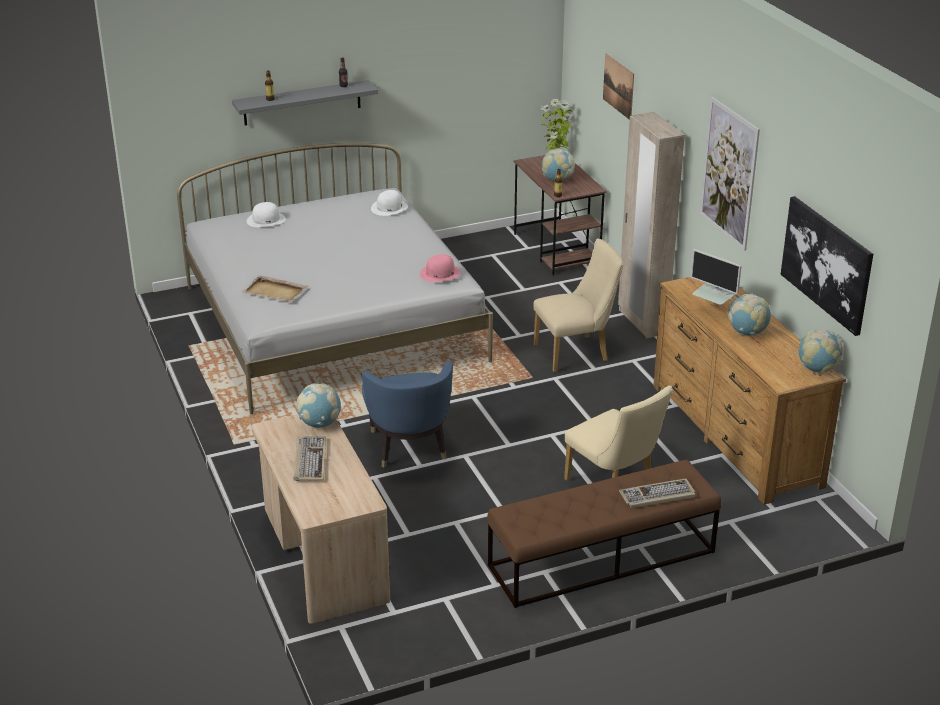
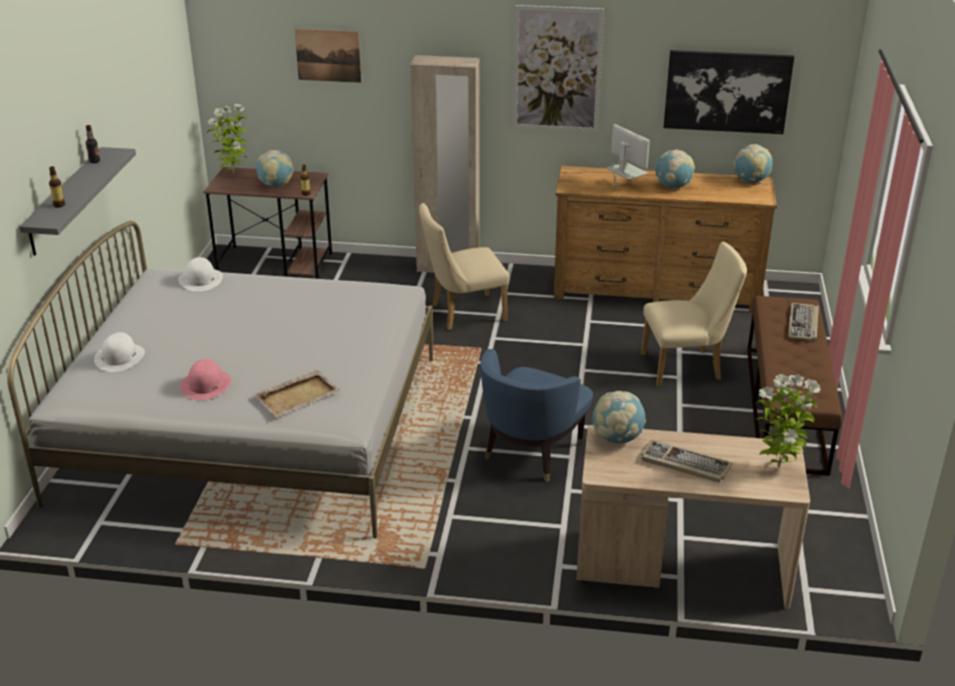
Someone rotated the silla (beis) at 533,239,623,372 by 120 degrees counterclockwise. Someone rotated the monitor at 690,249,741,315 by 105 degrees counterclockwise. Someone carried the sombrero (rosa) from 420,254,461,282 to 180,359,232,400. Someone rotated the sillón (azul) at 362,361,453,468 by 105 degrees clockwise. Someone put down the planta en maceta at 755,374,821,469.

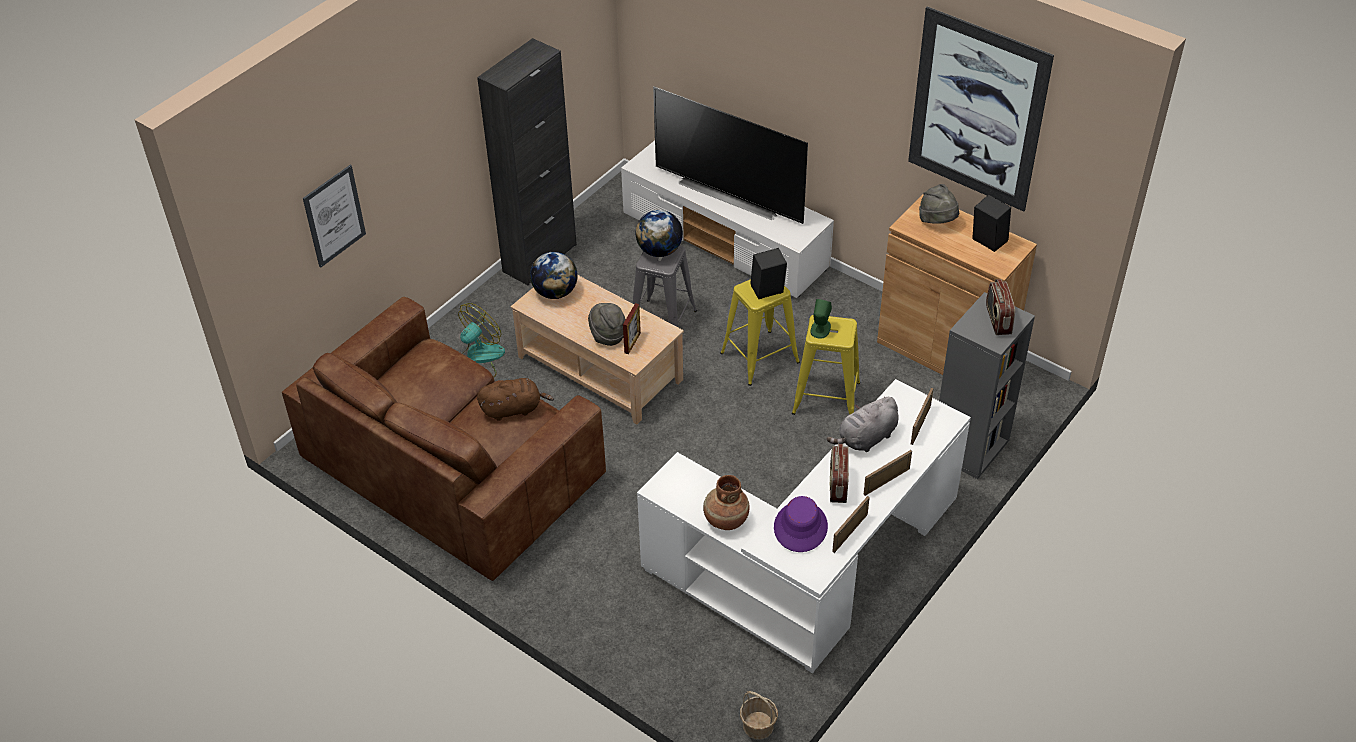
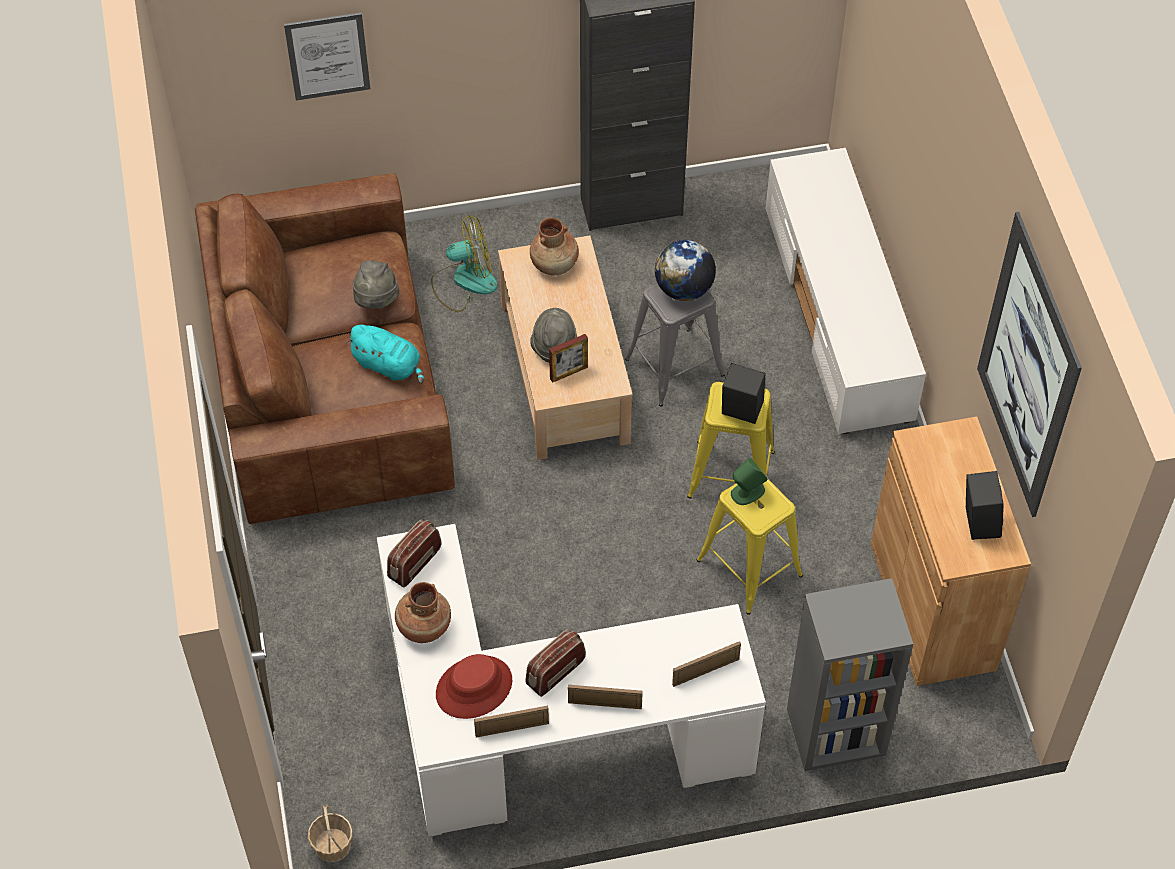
Someone took away the televisor at 653,86,808,224. Someone carried the sombrero (gris) from 919,184,959,224 to 353,261,399,309. Someone swapped the globo terráqueo at 530,252,578,299 for the florero (marrón) at 530,218,579,275. Someone carried the radio from 986,279,1015,335 to 387,519,441,587. Someone repainted the peluche (marrón) at 477,378,554,421, which became the peluche (turquesa) at 346,325,424,384. Someone took away the peluche (gris) at 827,397,899,452. Someone repainted the sombrero (morado) at 774,496,828,552, which became the sombrero (rojo) at 436,654,512,719.

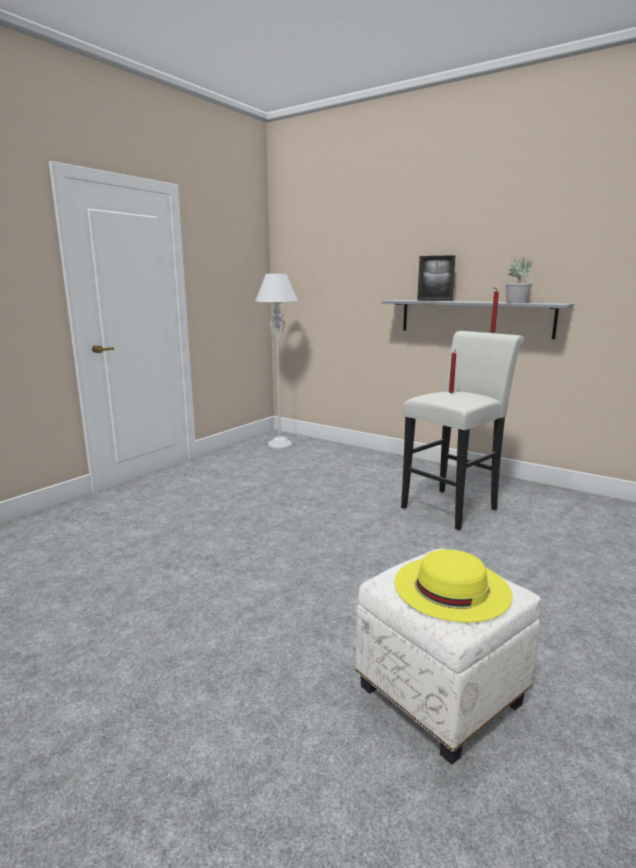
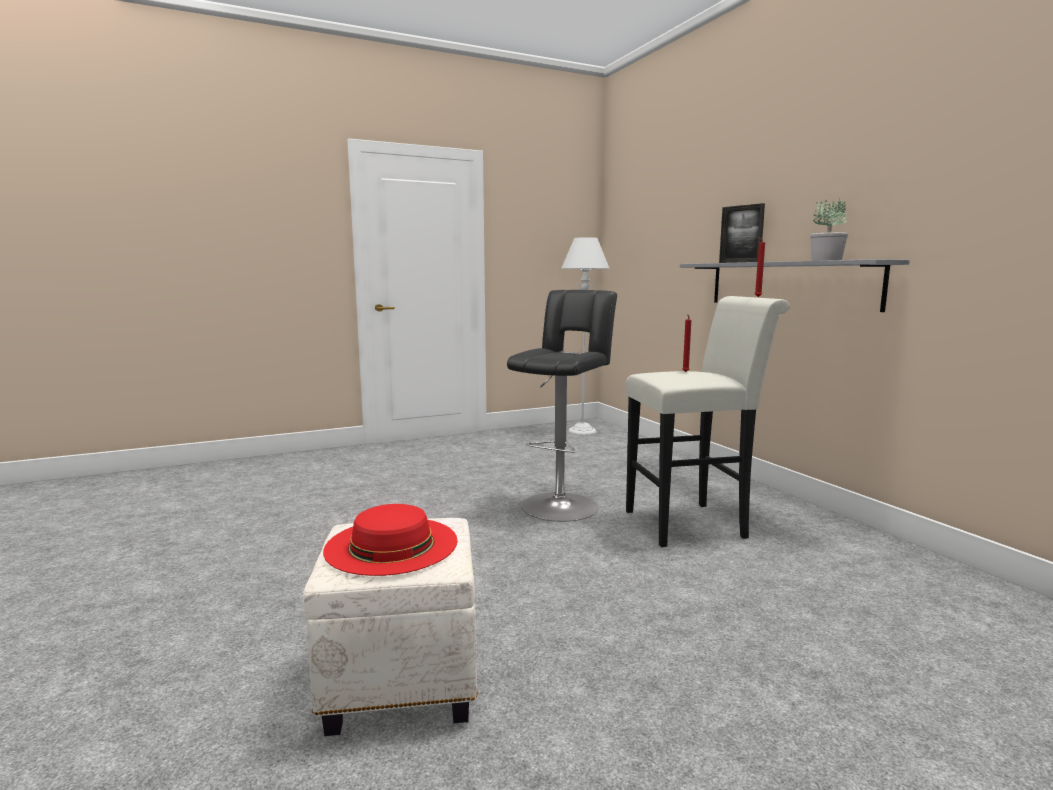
Someone repainted the sombrero (amarillo) at 394,549,513,623, which became the sombrero (rojo) at 323,504,458,576. Someone put down the taburete (negro) at 507,290,617,522.

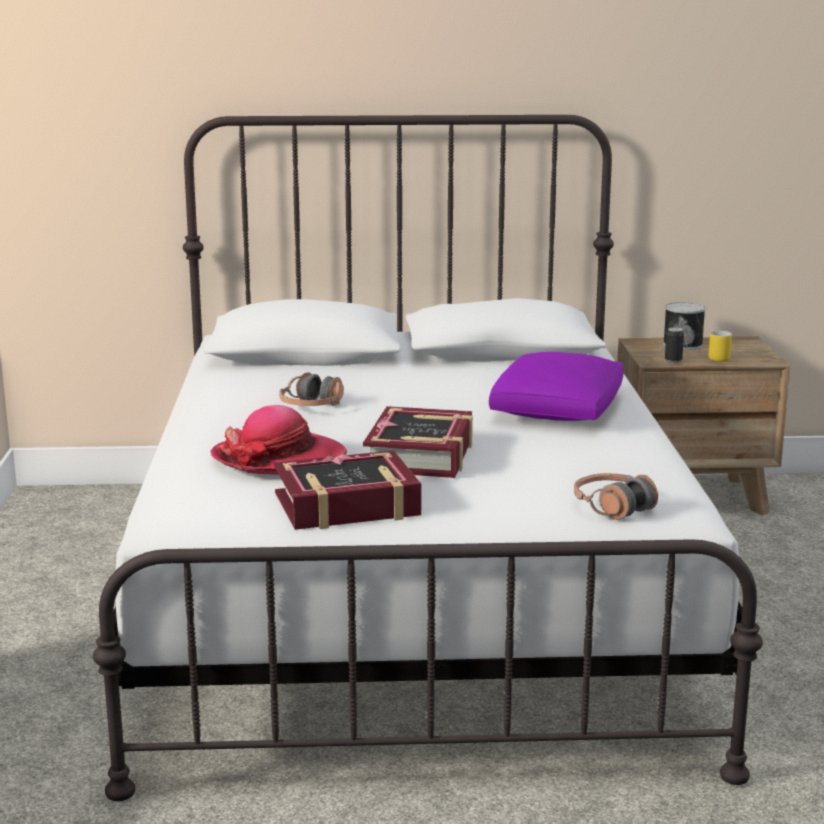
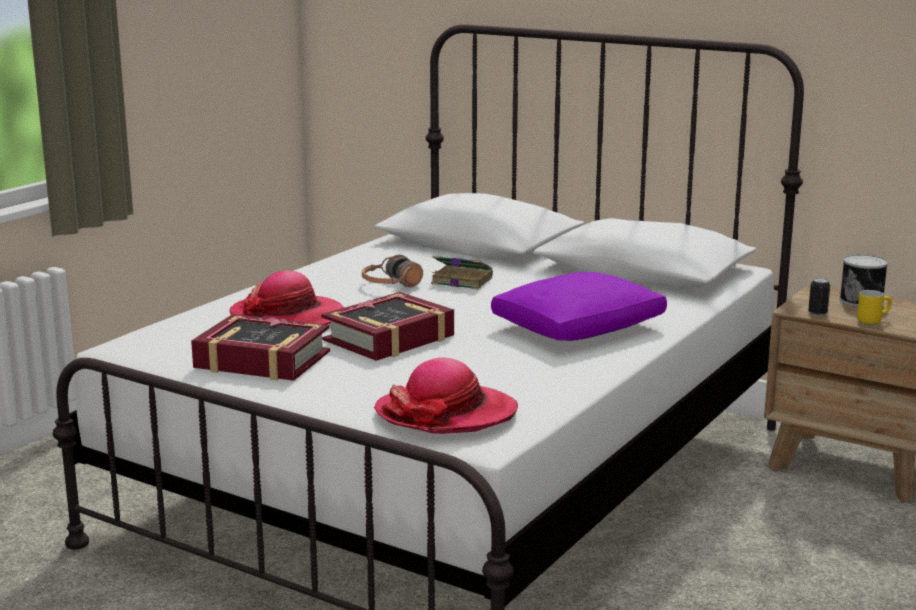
Someone swapped the auriculares at 574,473,658,520 for the sombrero at 374,358,518,434. Someone put down the libro at 431,256,493,289.

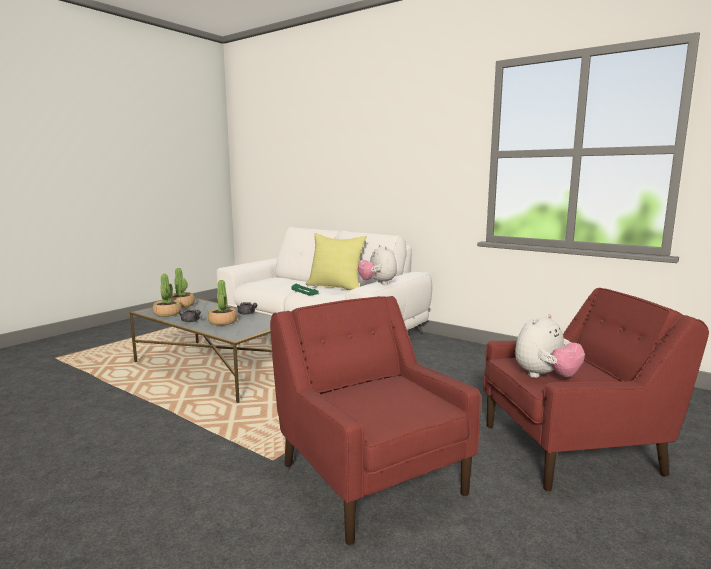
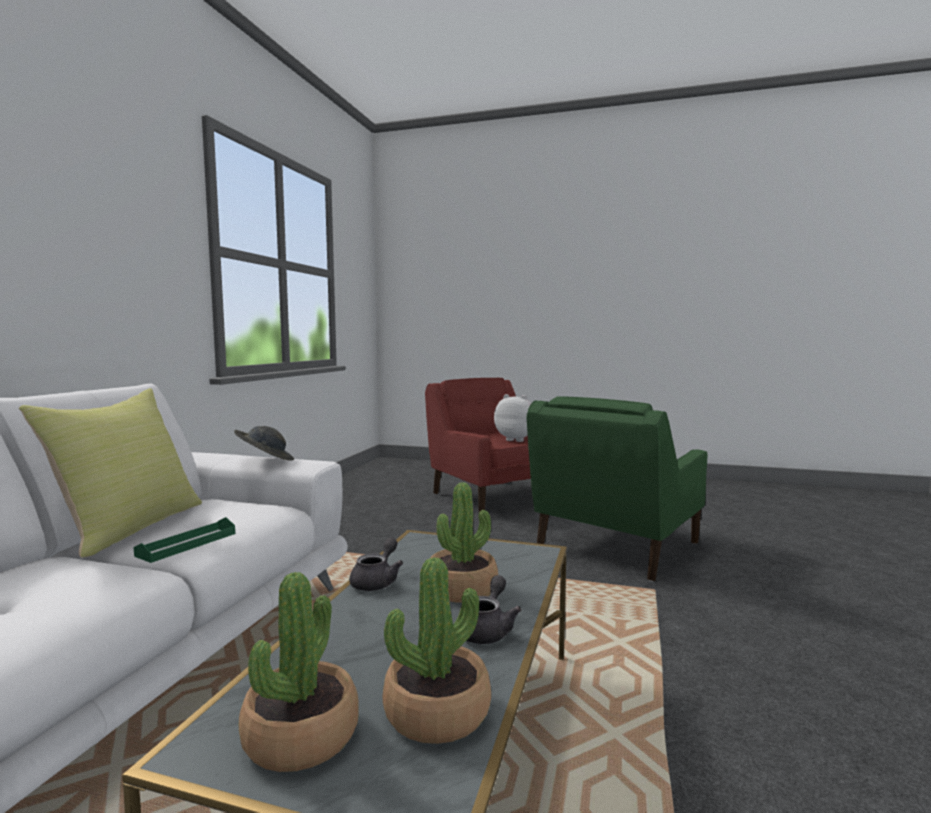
Someone swapped the peluche at 358,245,397,285 for the sombrero (gris) at 234,426,294,461. Someone repainted the sillón (rojo) at 270,296,481,545, which became the sillón (verde) at 527,396,707,582.

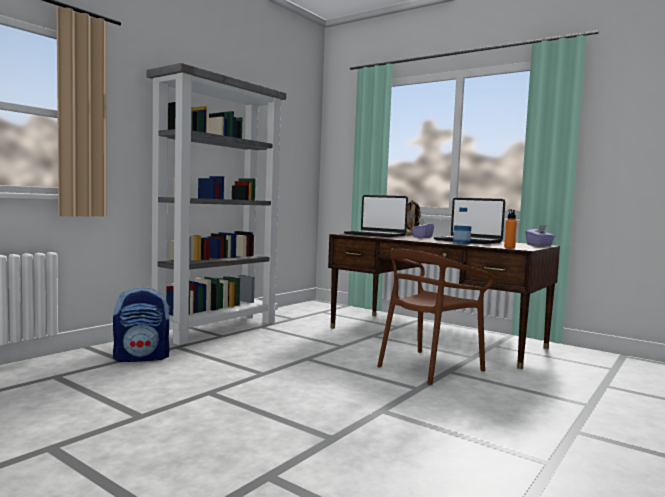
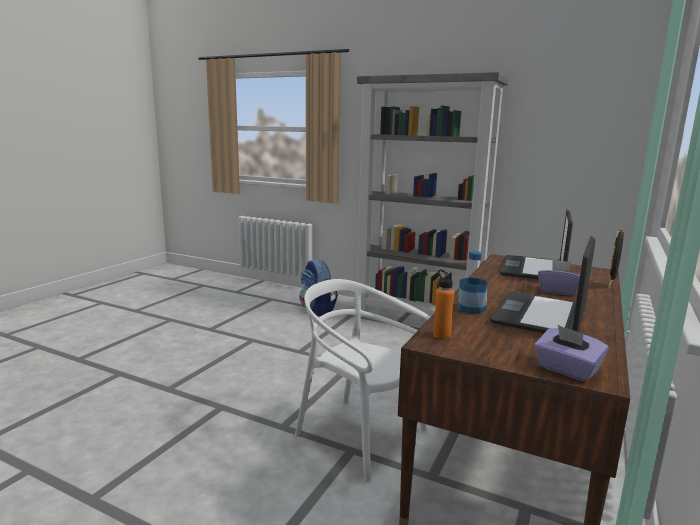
Someone repainted the silla (marrón) at 377,248,494,385, which became the silla (blanco) at 295,279,430,482.

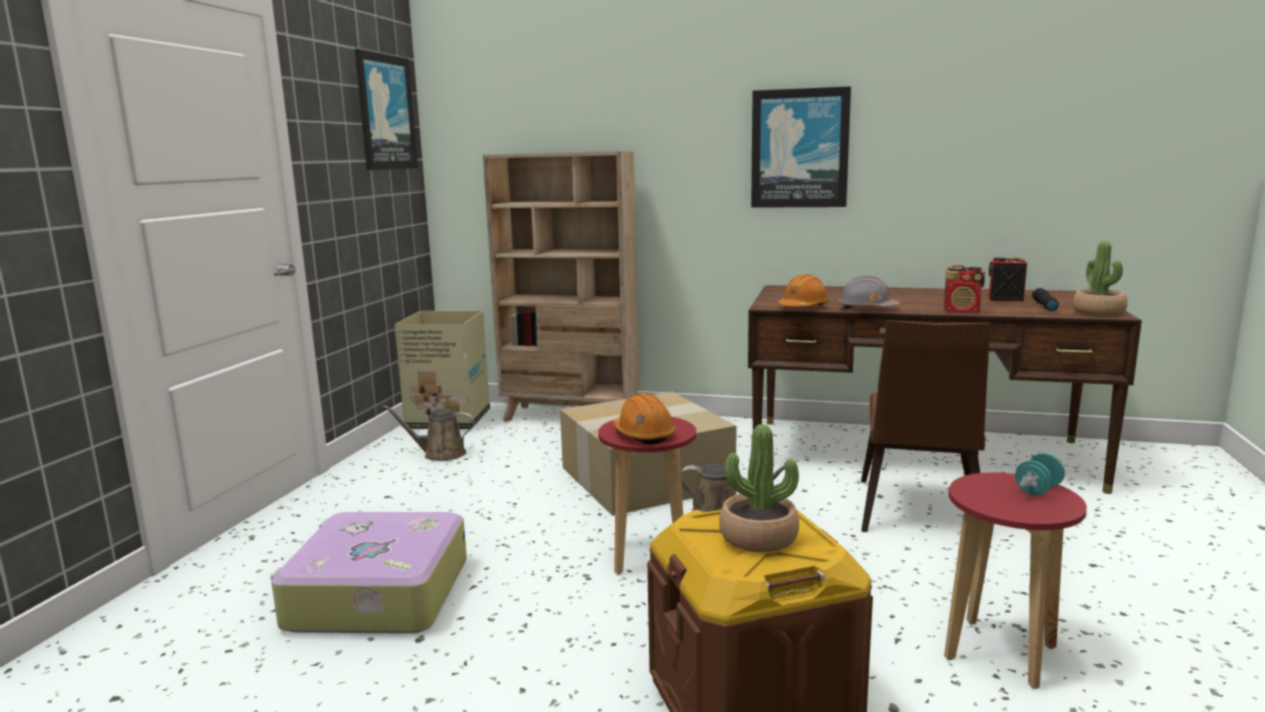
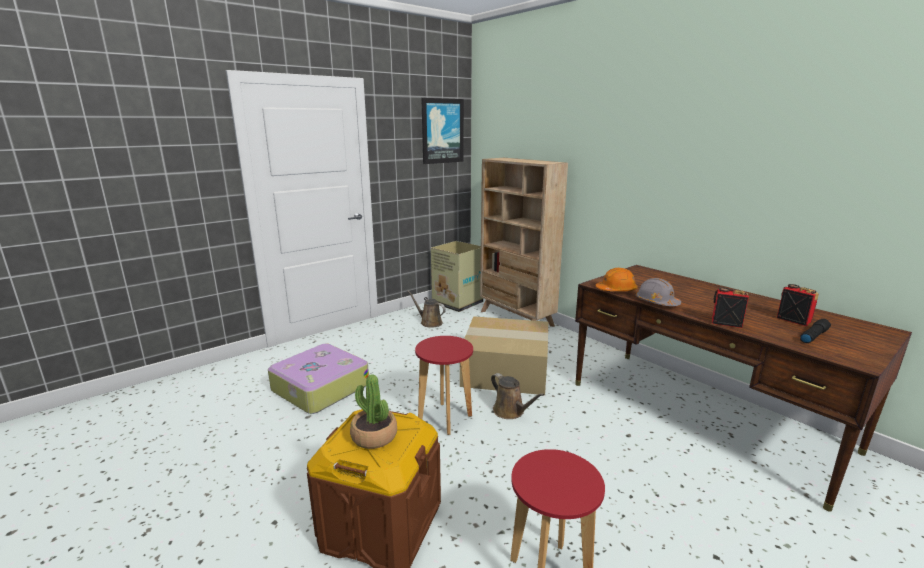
Someone took away the cuadro at 751,86,851,208. Someone took away the planta en maceta at 1072,241,1128,316. Someone rotated the radio at 944,264,985,313 by 150 degrees clockwise. Someone took away the silla (marrón) at 861,320,991,532. Someone took away the casco (naranja) at 613,393,676,444. Someone took away the mancuerna (turquesa) at 1015,453,1065,495.

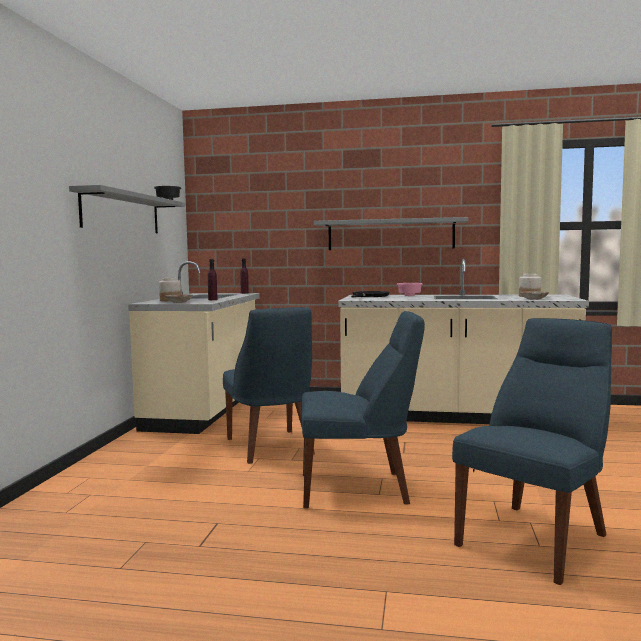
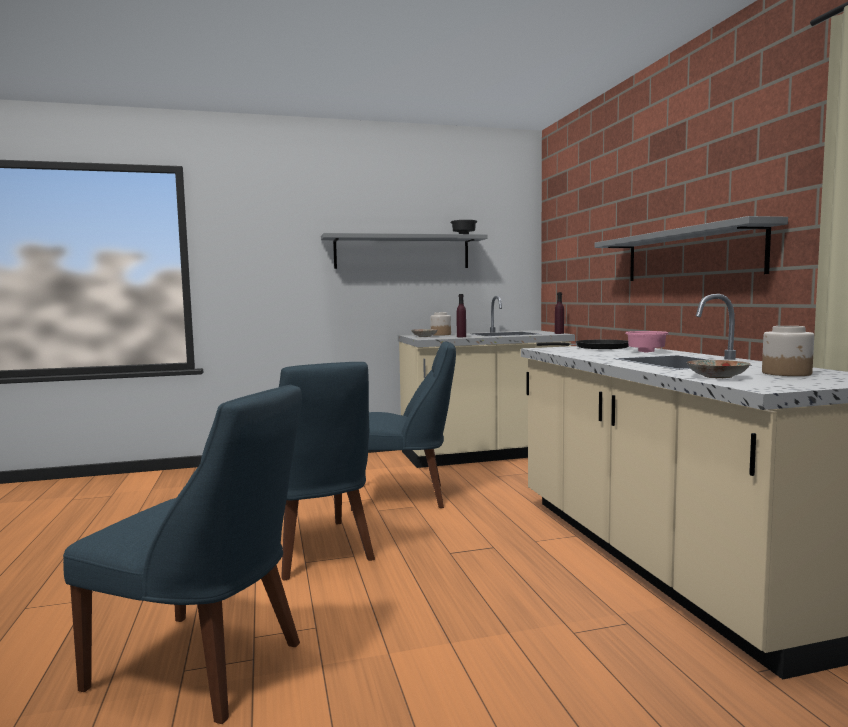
Someone rotated the silla (azul) at 223,307,315,464 by 135 degrees counterclockwise.

